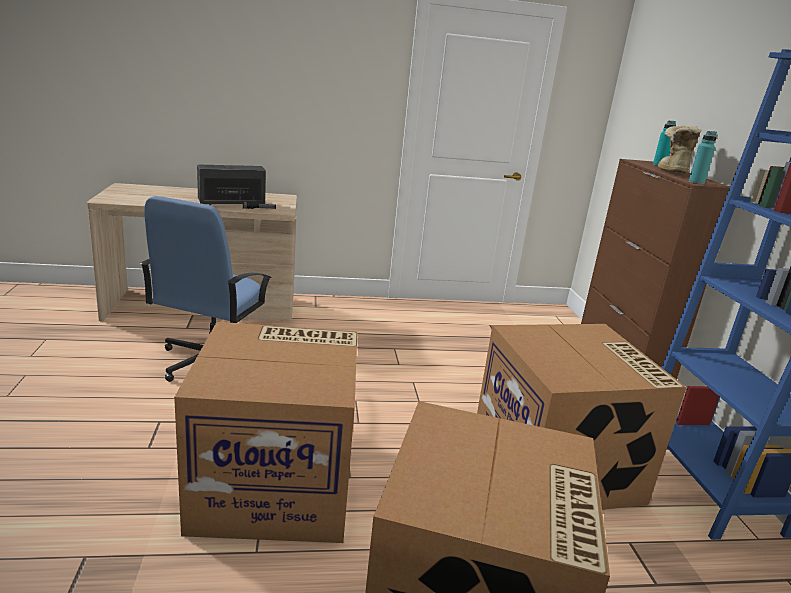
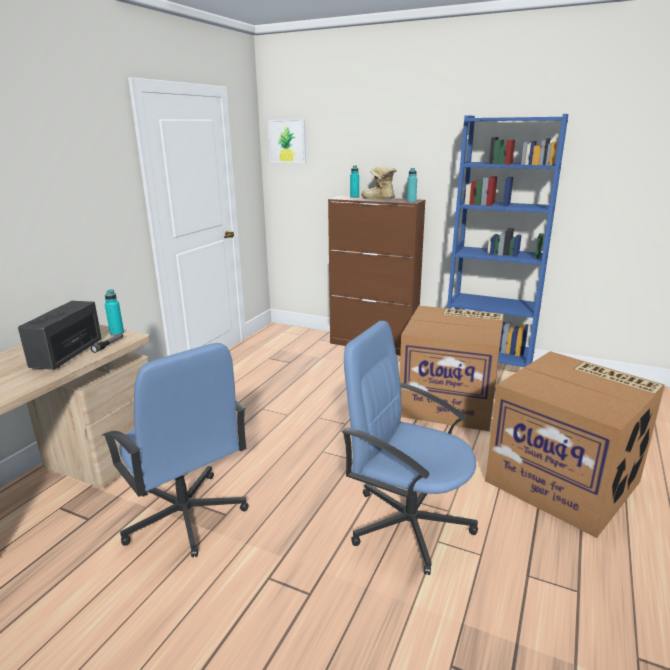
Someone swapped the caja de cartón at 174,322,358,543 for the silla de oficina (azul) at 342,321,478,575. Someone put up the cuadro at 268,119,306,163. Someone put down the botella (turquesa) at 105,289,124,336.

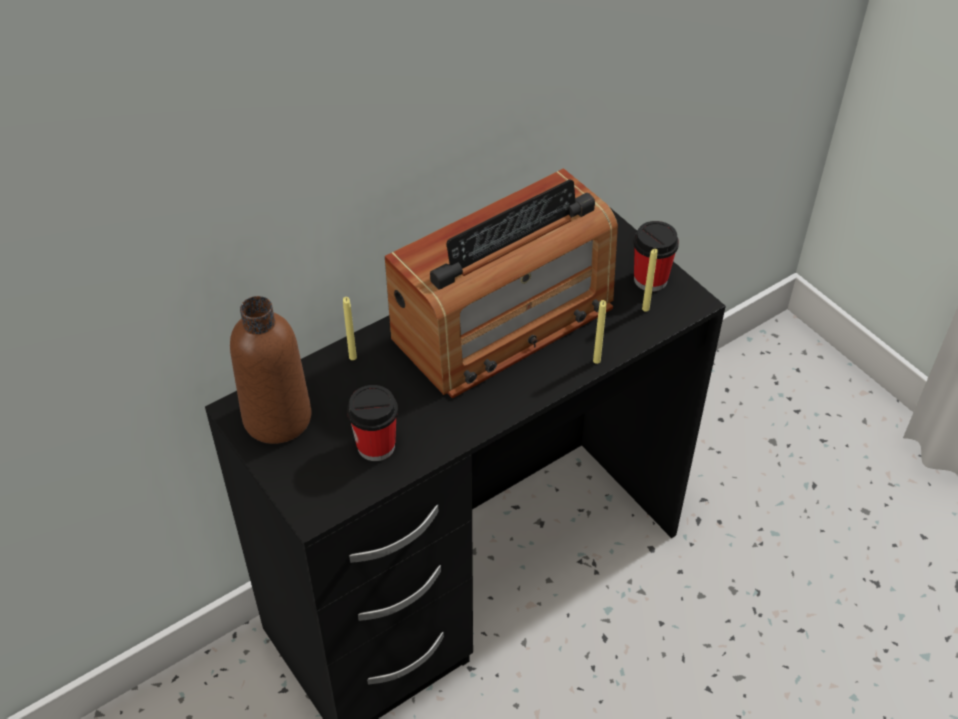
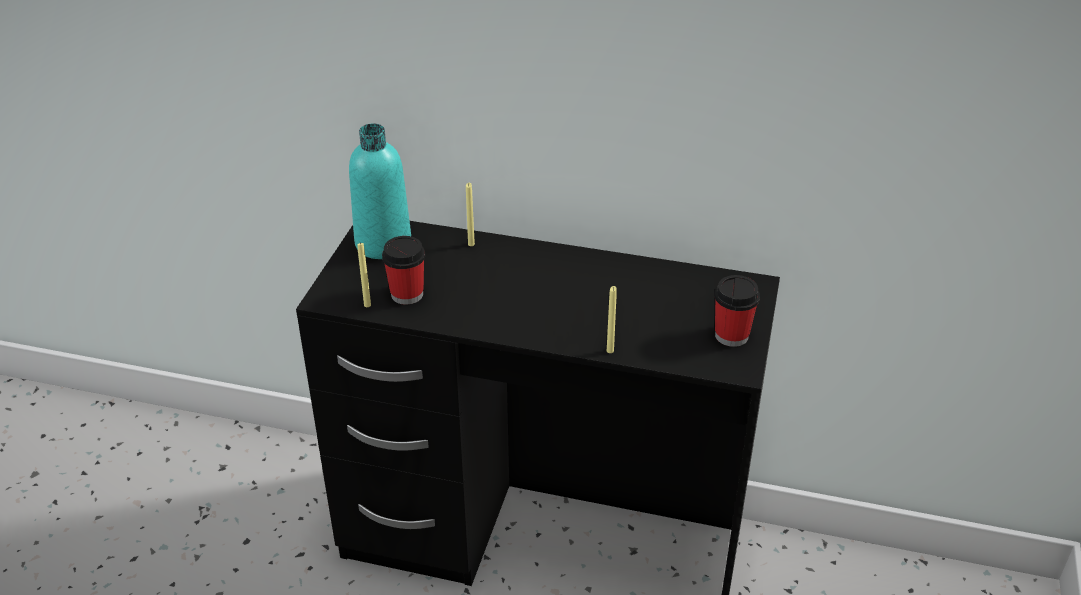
Someone took away the radio at 385,168,618,399. Someone carried the vela (amarillo) from 642,249,658,312 to 357,243,371,307. Someone repainted the botella (marrón) at 230,296,312,444, which became the botella (turquesa) at 349,123,411,259.

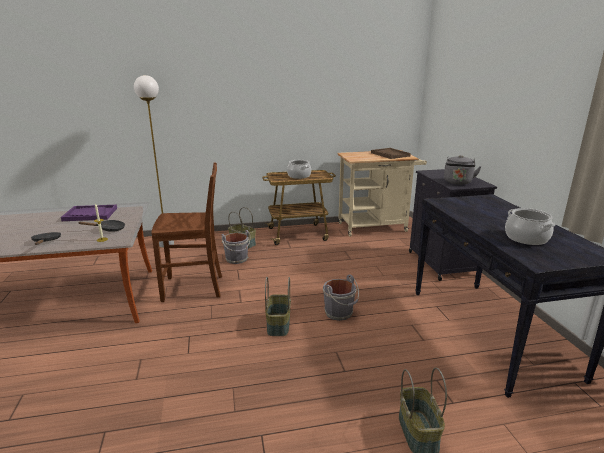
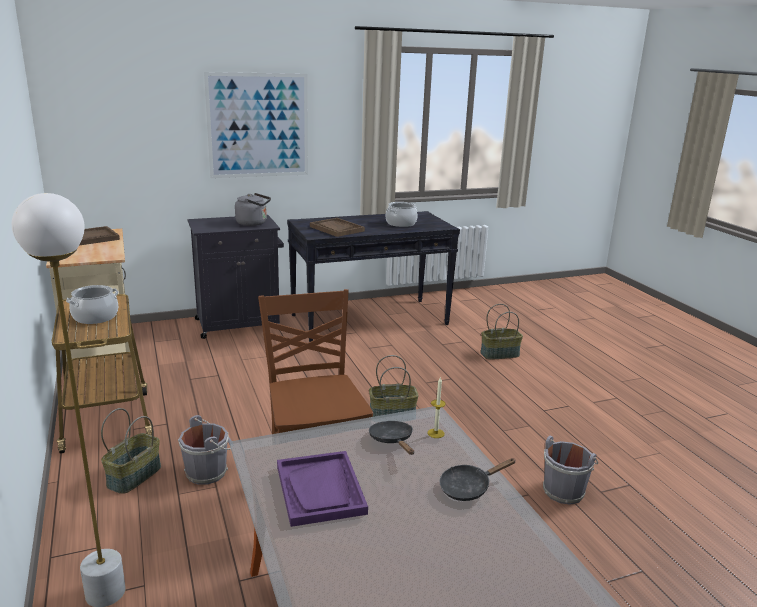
Someone carried the cubo (gris) from 323,274,359,321 to 543,436,598,505. Someone put up the cuadro at 204,72,308,178. Someone put down the bandeja (marrón) at 310,218,365,237.

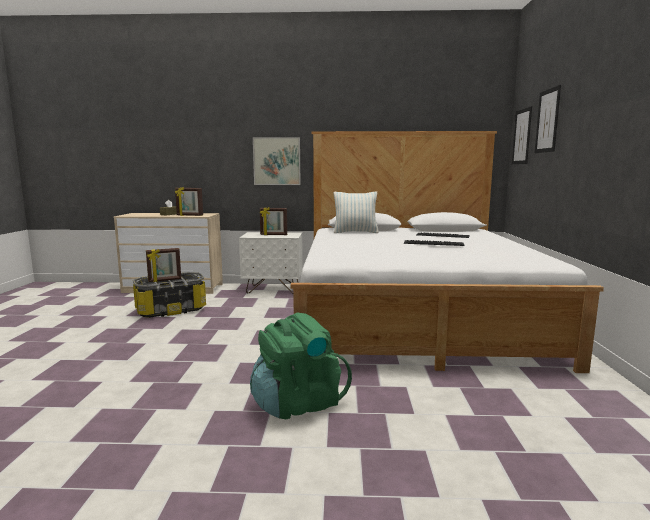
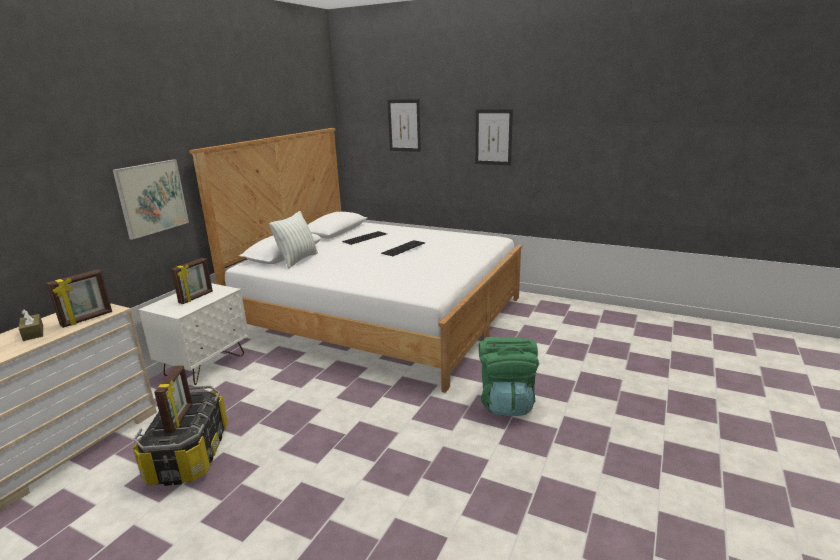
Someone carried the cuadro from 512,106,532,164 to 475,109,513,165.

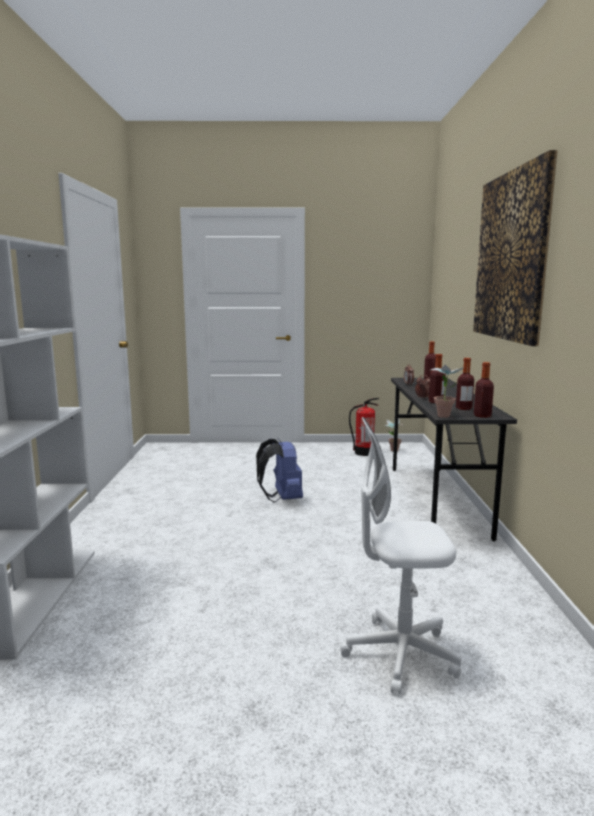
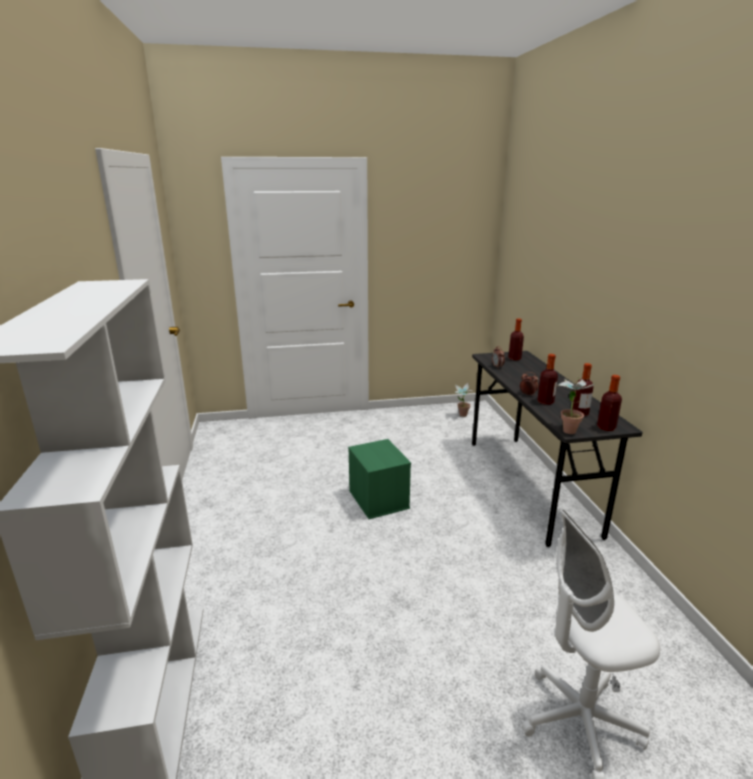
Someone took away the cuadro at 473,150,557,346. Someone took away the extintor at 349,398,379,456. Someone swapped the mochila (azul) at 256,439,303,503 for the caja de almacenaje (verde) at 348,439,411,519.

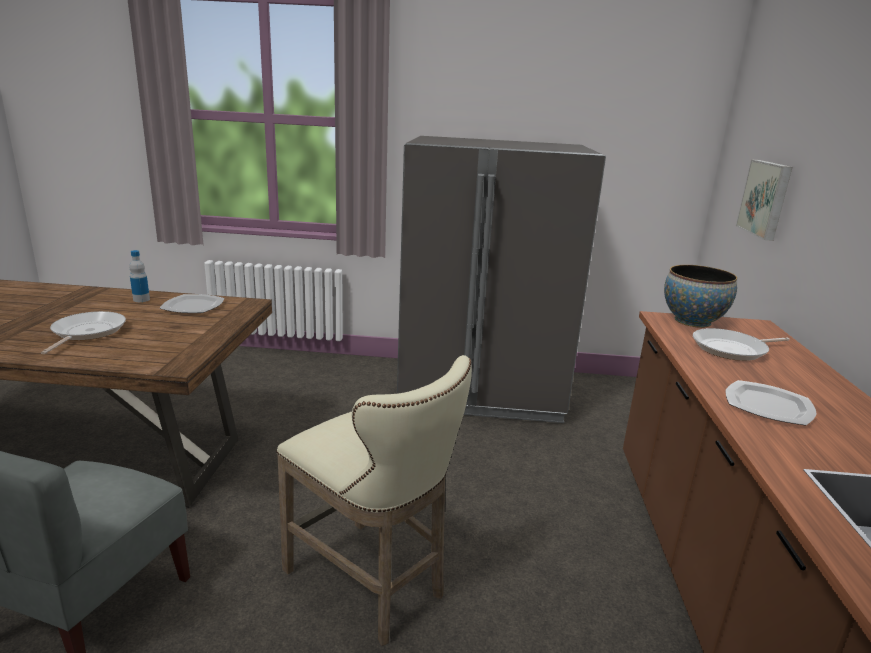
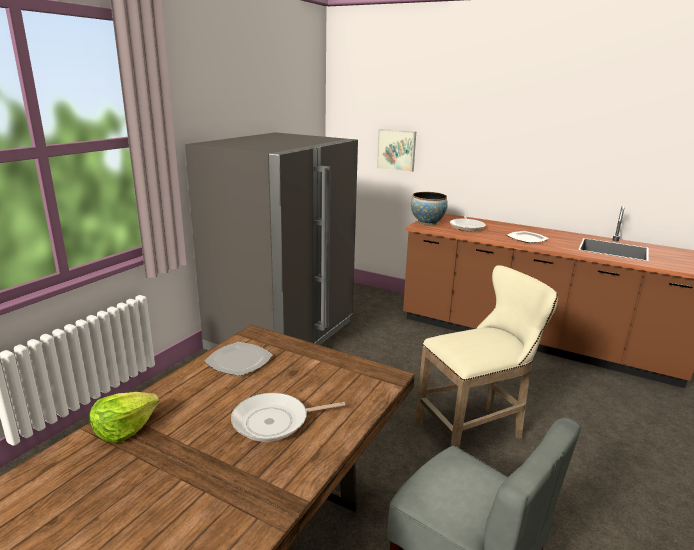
Someone took away the botella at 129,250,150,302. Someone rotated the sartén at 41,311,126,354 by 45 degrees counterclockwise. Someone put down the lechuga at 90,392,159,443.

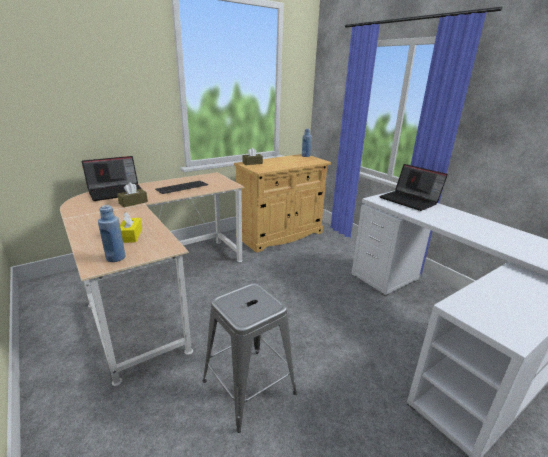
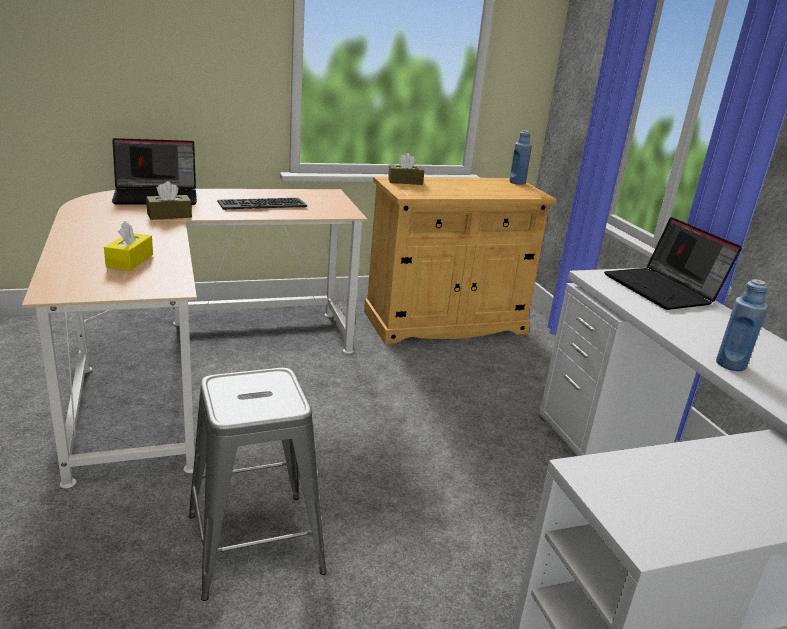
Someone carried the botella (azul) from 98,205,126,262 to 716,279,768,371.

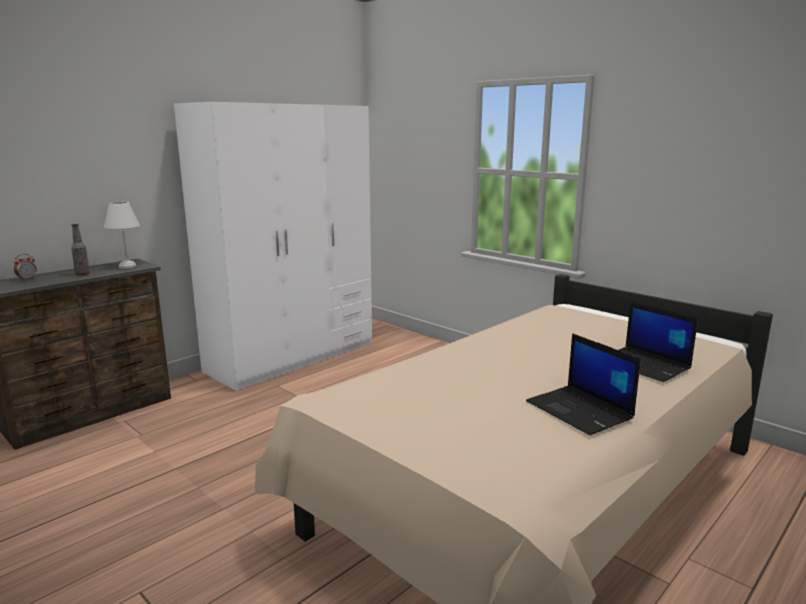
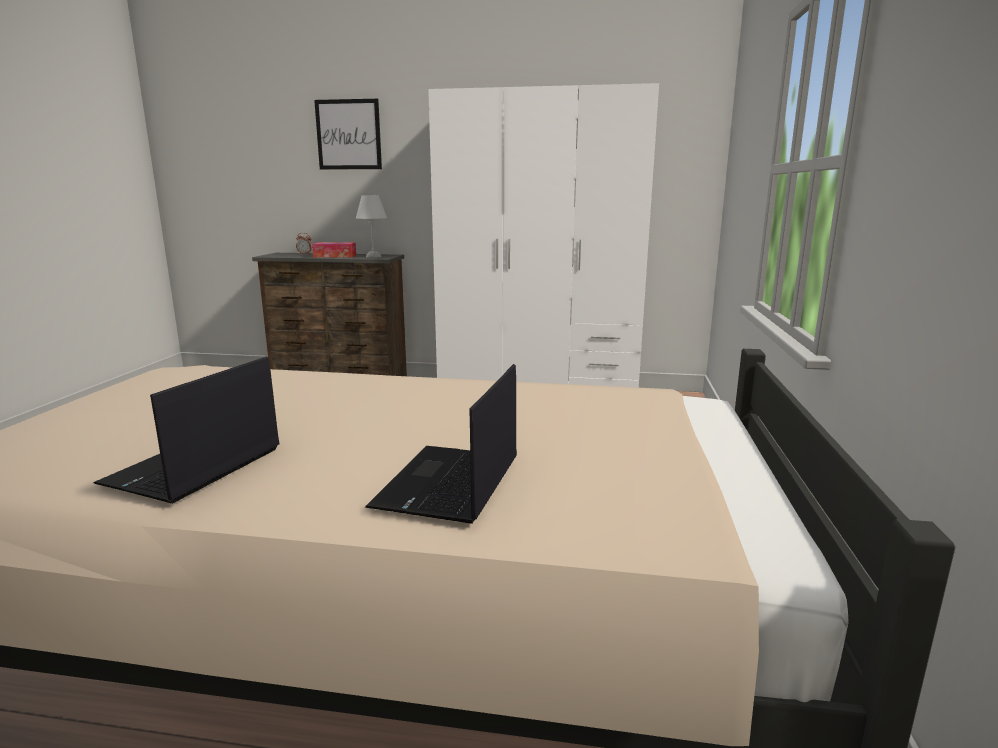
Someone swapped the botella at 71,224,90,276 for the caja de pañuelos at 312,242,356,258. Someone put up the cuadro at 314,99,382,169.

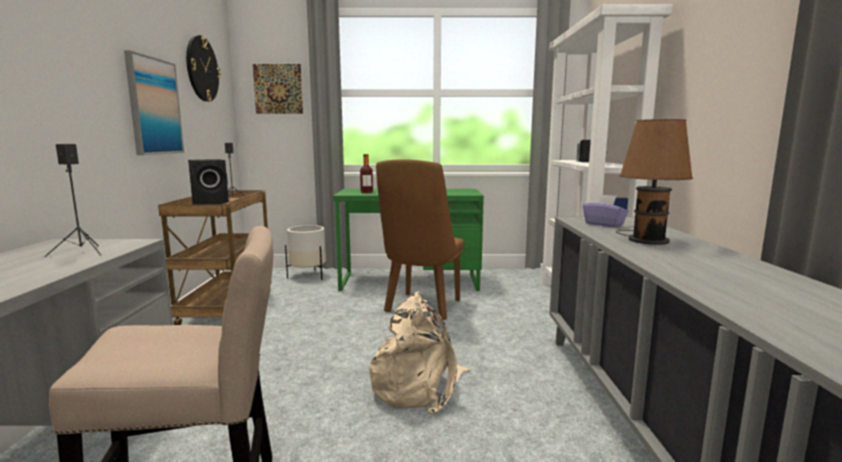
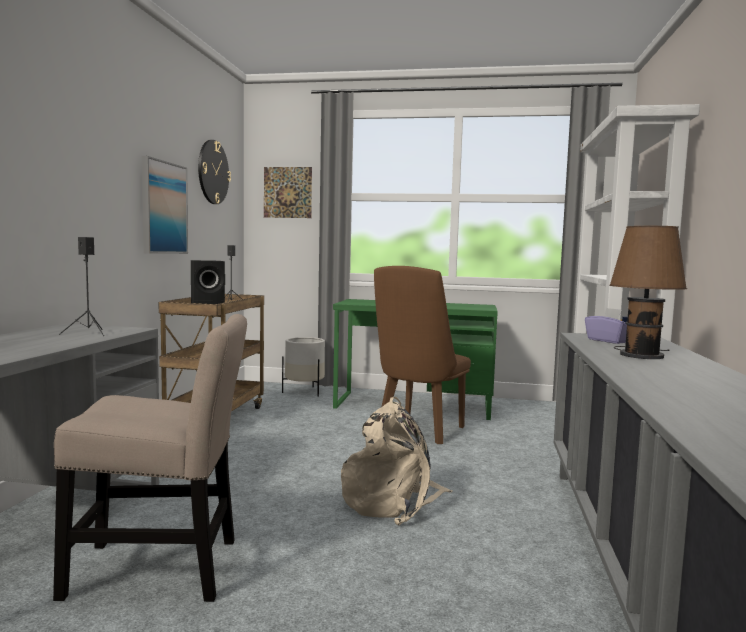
Someone took away the botella at 360,154,373,193.

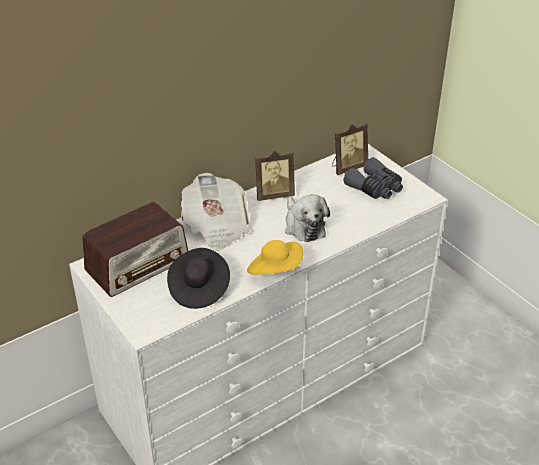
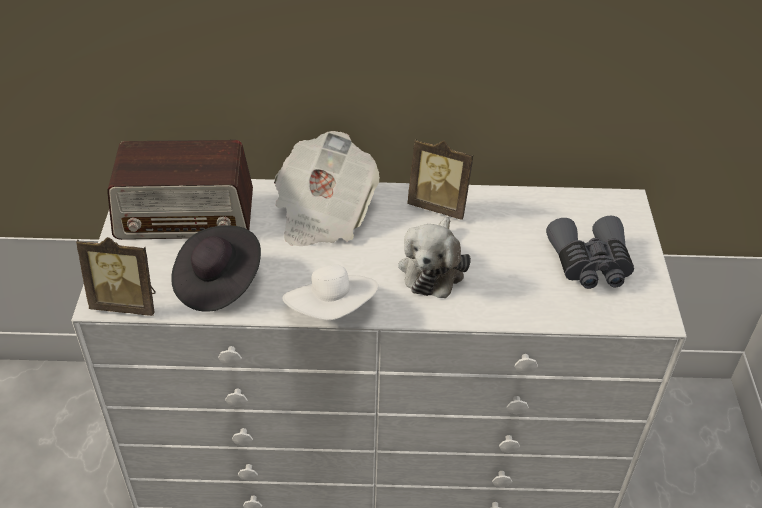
Someone carried the portarretratos from 332,123,368,175 to 76,237,156,316. Someone repainted the sombrero (amarillo) at 247,240,304,275, which became the sombrero (blanco) at 283,264,378,320.

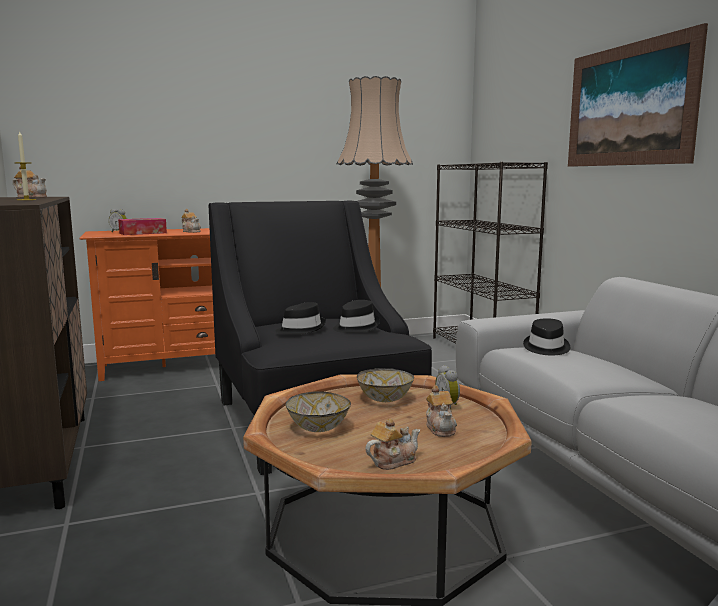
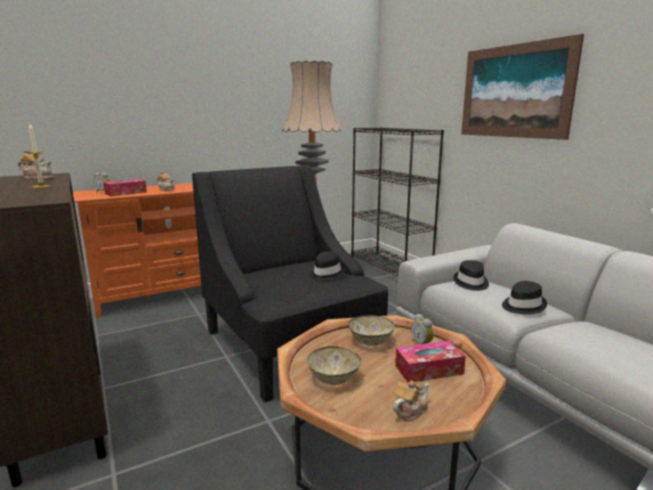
Someone carried the sombrero (negro) from 276,302,326,335 to 502,281,547,315. Someone swapped the tetera at 426,385,457,437 for the caja de pañuelos at 395,341,466,383.

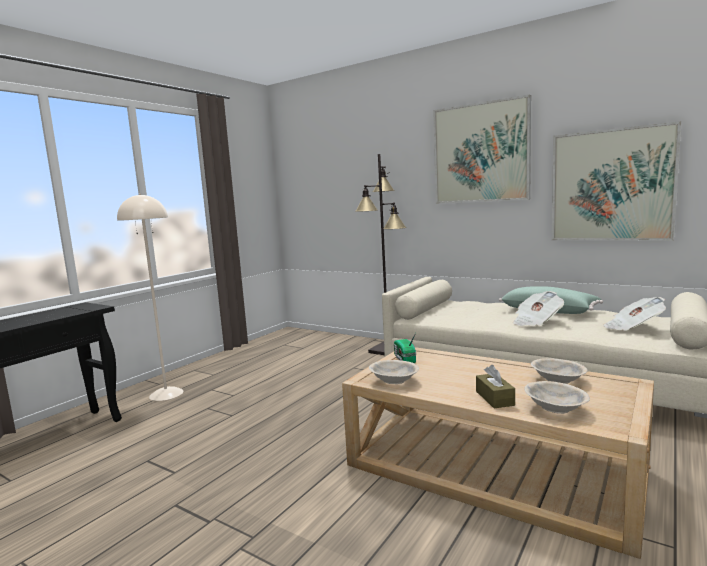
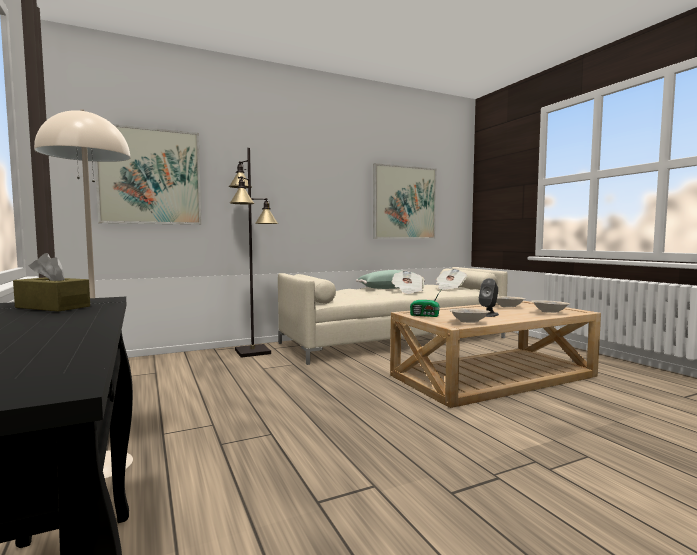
Someone carried the cuadro from 433,95,531,204 to 95,124,202,225. Someone carried the caja de pañuelos (marrón) from 476,365,515,408 to 13,253,90,312. Someone put down the altavoz (gris) at 479,278,499,317.

